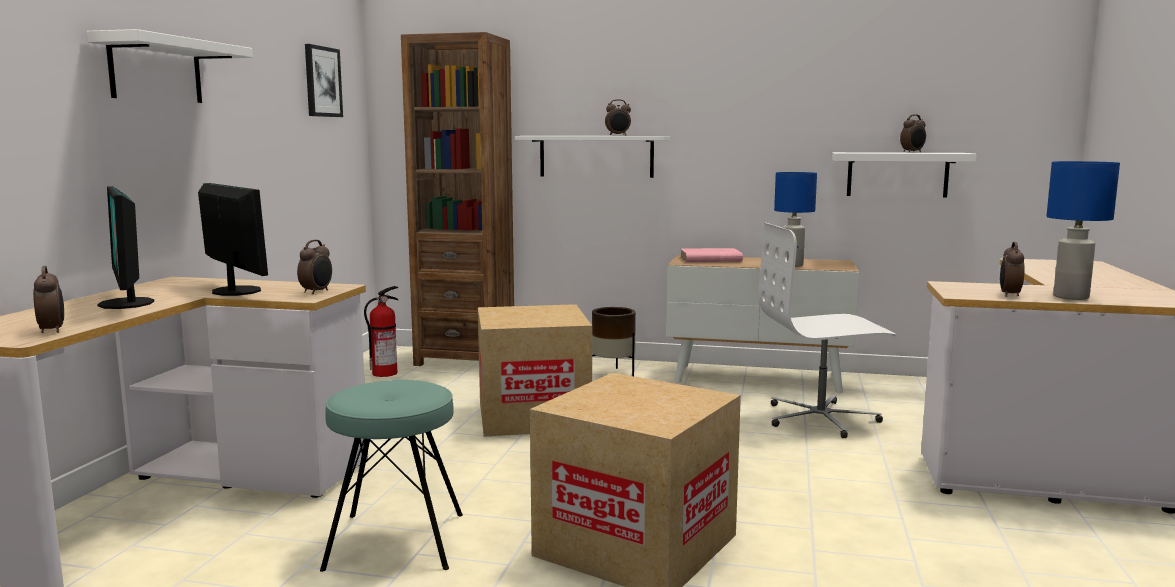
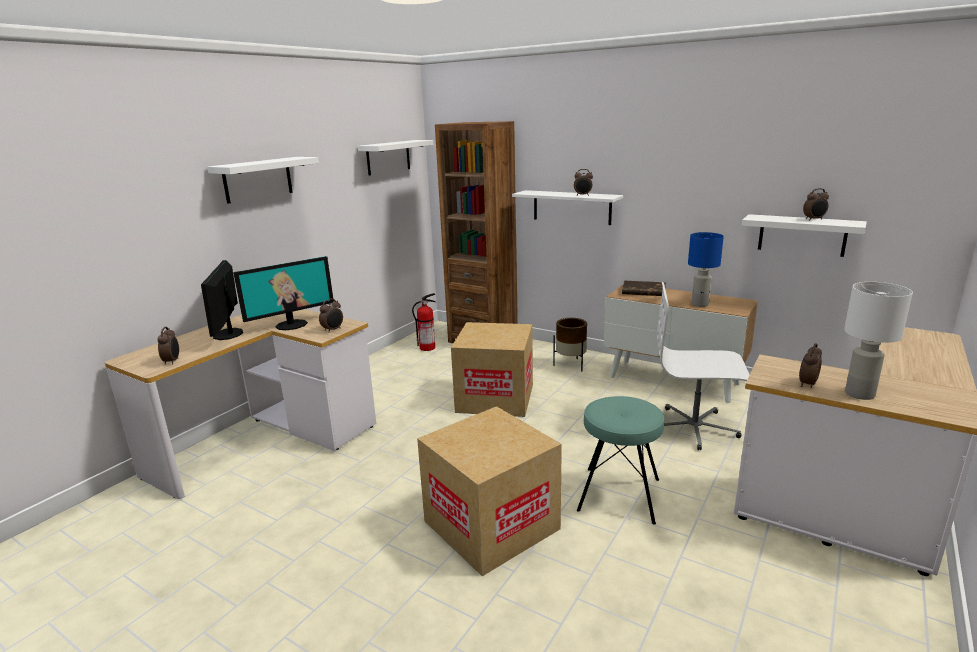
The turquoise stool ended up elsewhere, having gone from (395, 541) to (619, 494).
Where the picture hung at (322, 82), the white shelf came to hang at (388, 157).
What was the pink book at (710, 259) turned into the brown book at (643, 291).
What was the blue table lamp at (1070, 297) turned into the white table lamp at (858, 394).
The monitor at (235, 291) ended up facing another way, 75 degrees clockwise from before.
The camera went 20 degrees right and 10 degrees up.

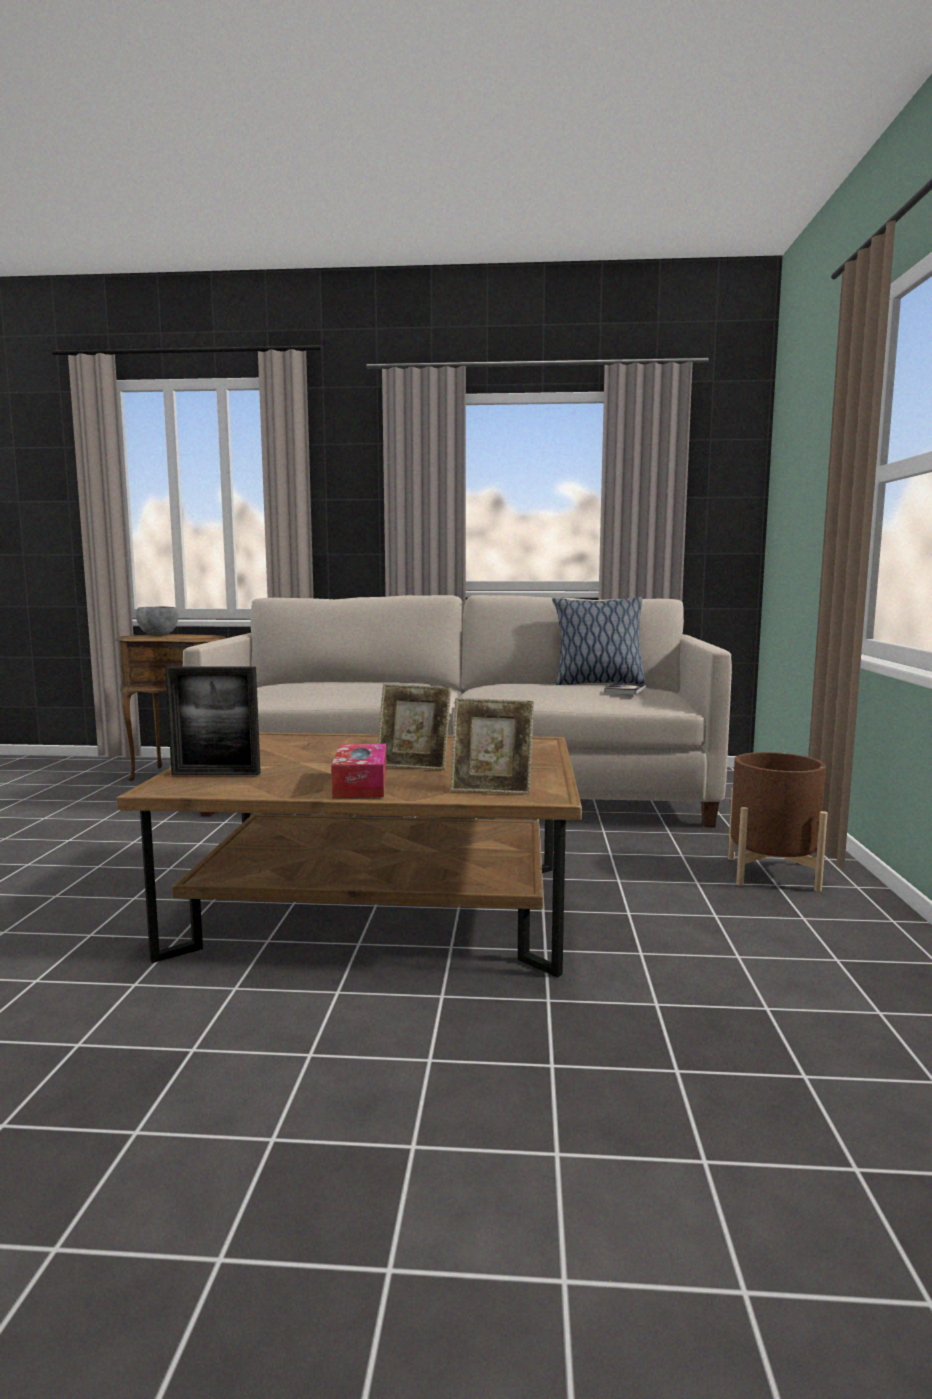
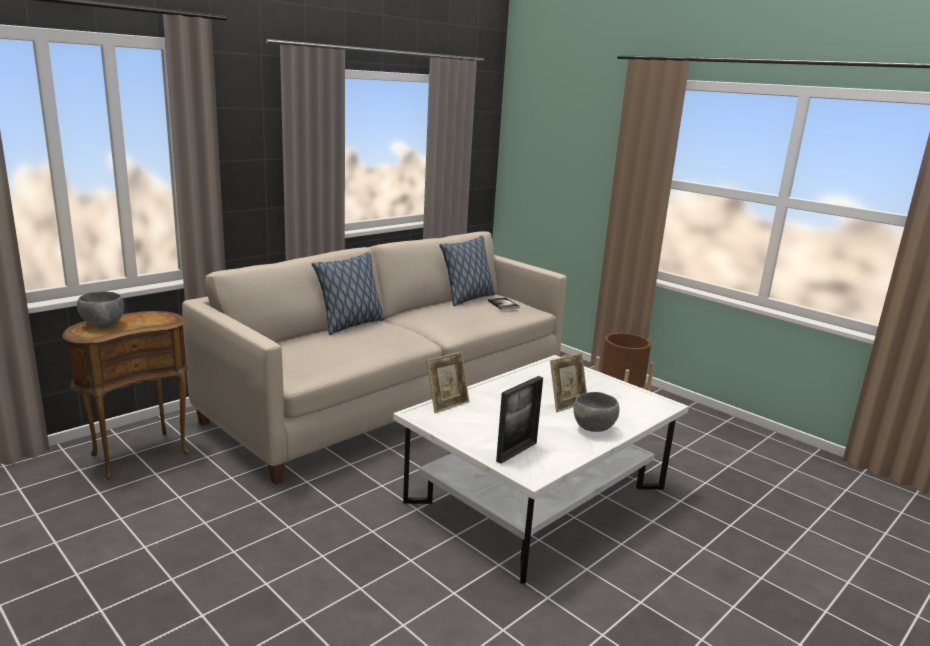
The second view gained the pillow at (350, 325).
The picture frame ended up elsewhere, having gone from (492, 789) to (447, 404).
Where the tissue box stood at (361, 784), the grey bowl came to stand at (594, 428).
What was the brown coffee table at (377, 909) turned into the white coffee table at (537, 494).
The camera went 50 degrees left and 10 degrees up.

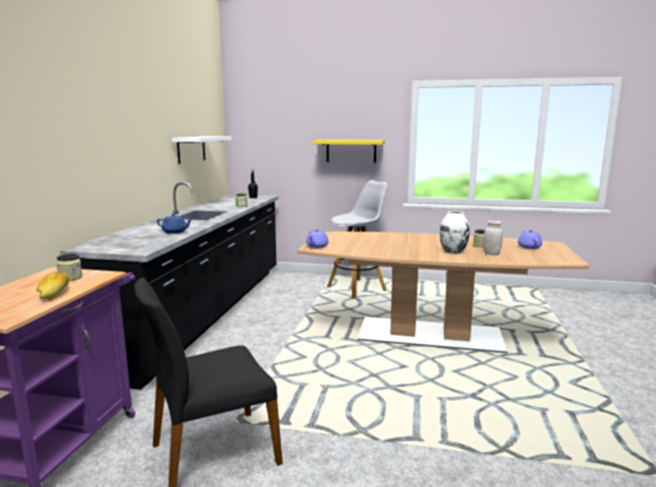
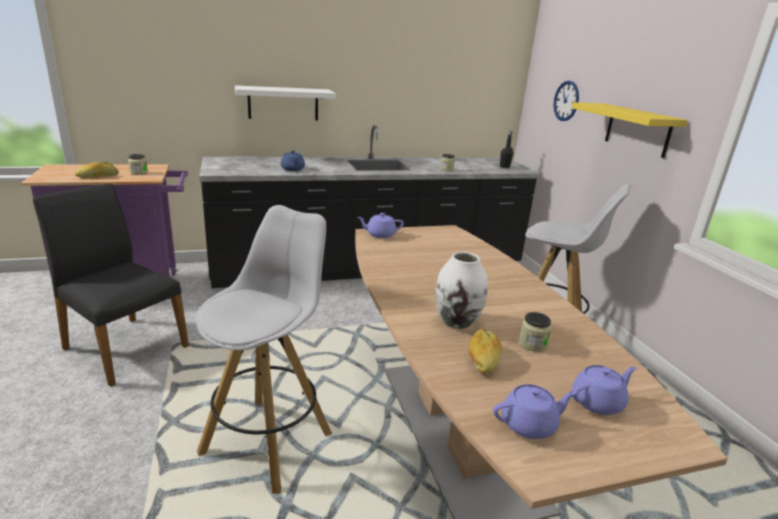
The second view gained the white stool at (268, 441).
The second view gained the purple teapot at (529, 424).
The second view gained the wall clock at (566, 101).
The white shelf ended up elsewhere, having gone from (191, 149) to (283, 103).
Where the white jar stood at (491, 254), the bread came to stand at (482, 359).
The camera went 60 degrees right and 10 degrees up.

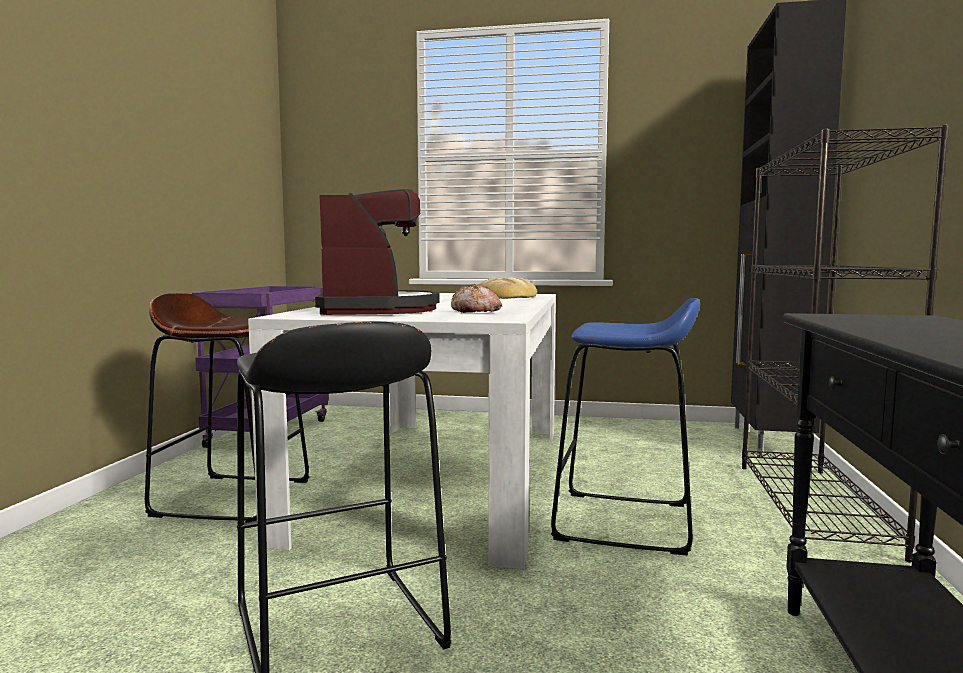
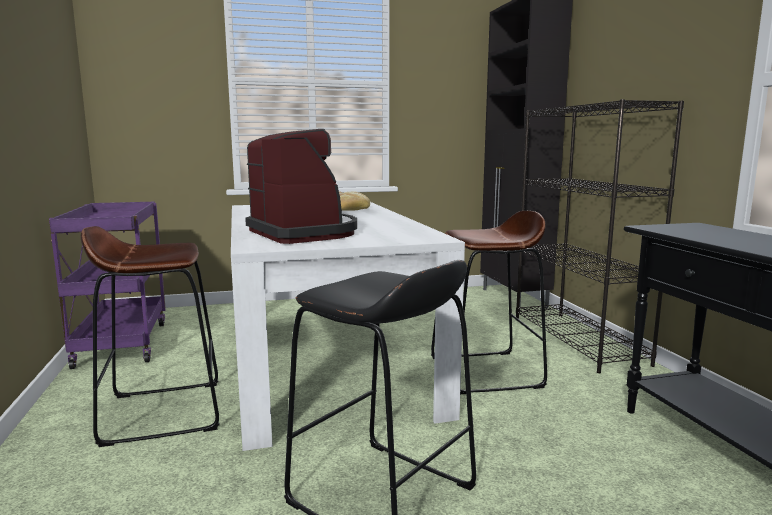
The second view lost the bread at (476, 311).
What was the blue stool at (623, 522) turned into the brown stool at (485, 372).
The camera went 25 degrees left and 5 degrees up.

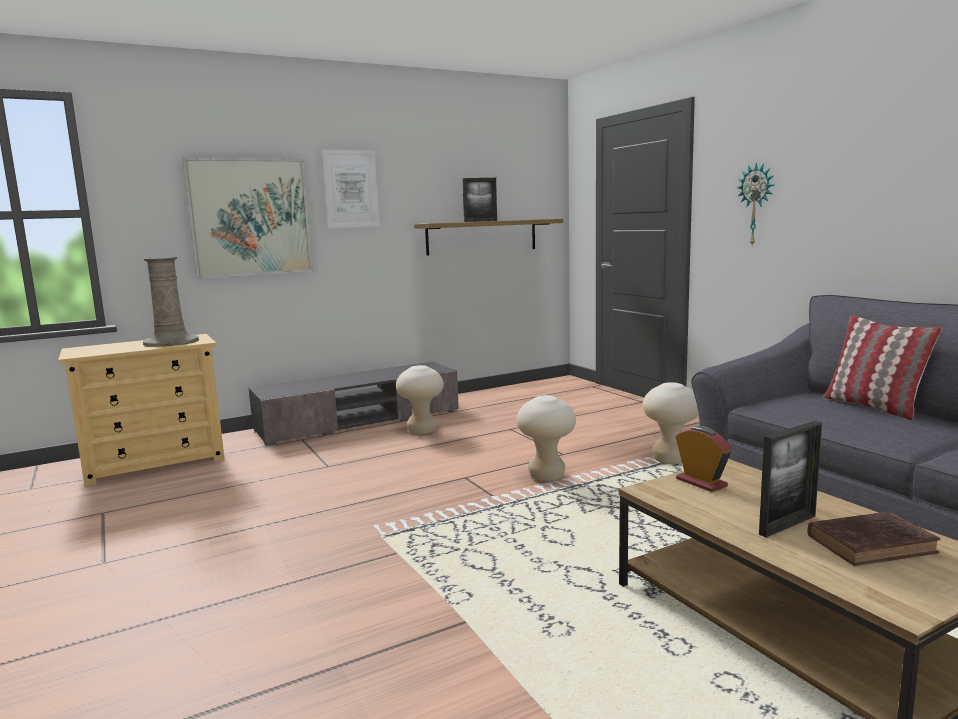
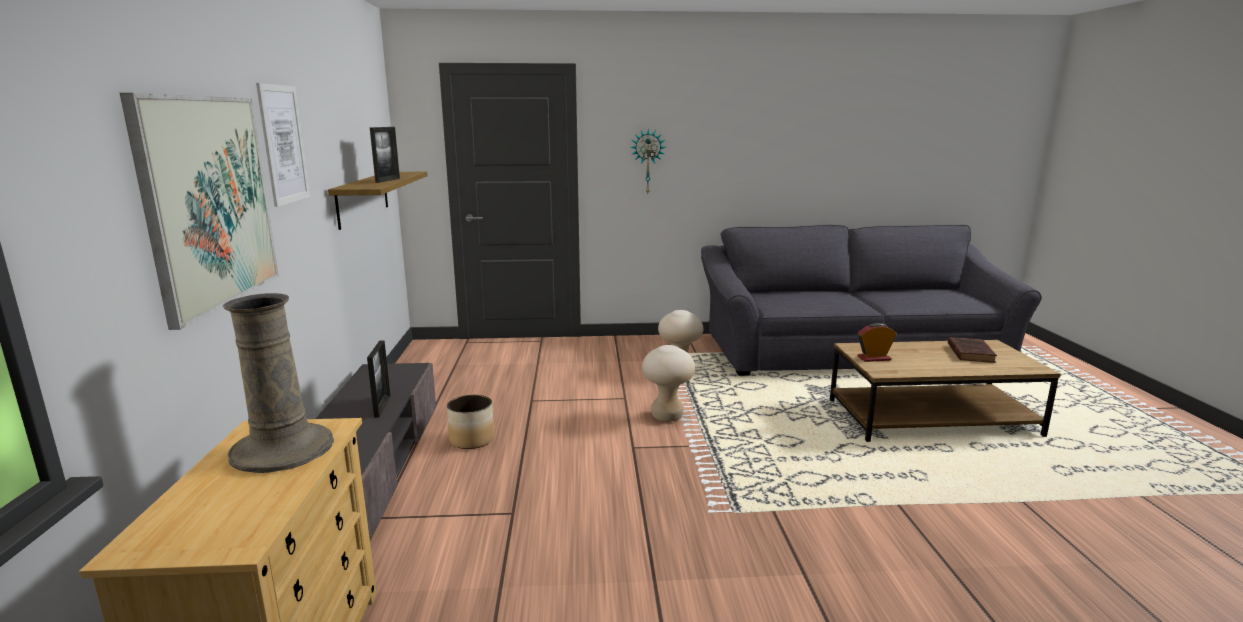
The second view lost the pillow at (873, 407).
The picture frame ended up elsewhere, having gone from (787, 525) to (382, 406).
Where the beige stool stood at (422, 431), the planter came to stand at (472, 439).
The camera went 65 degrees left and 5 degrees up.

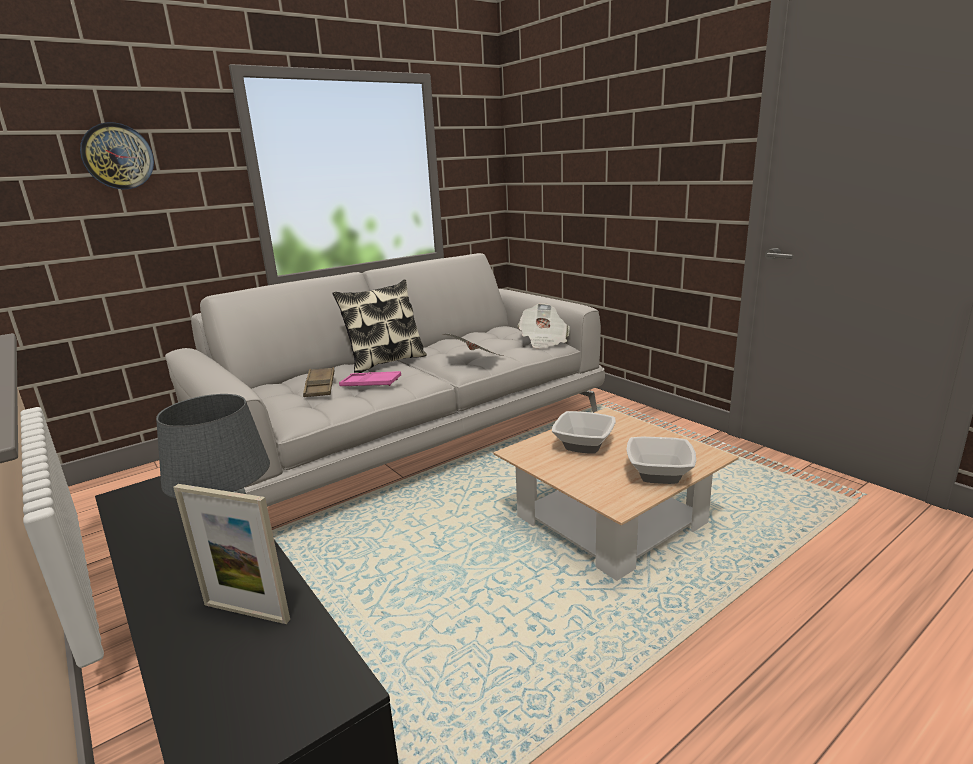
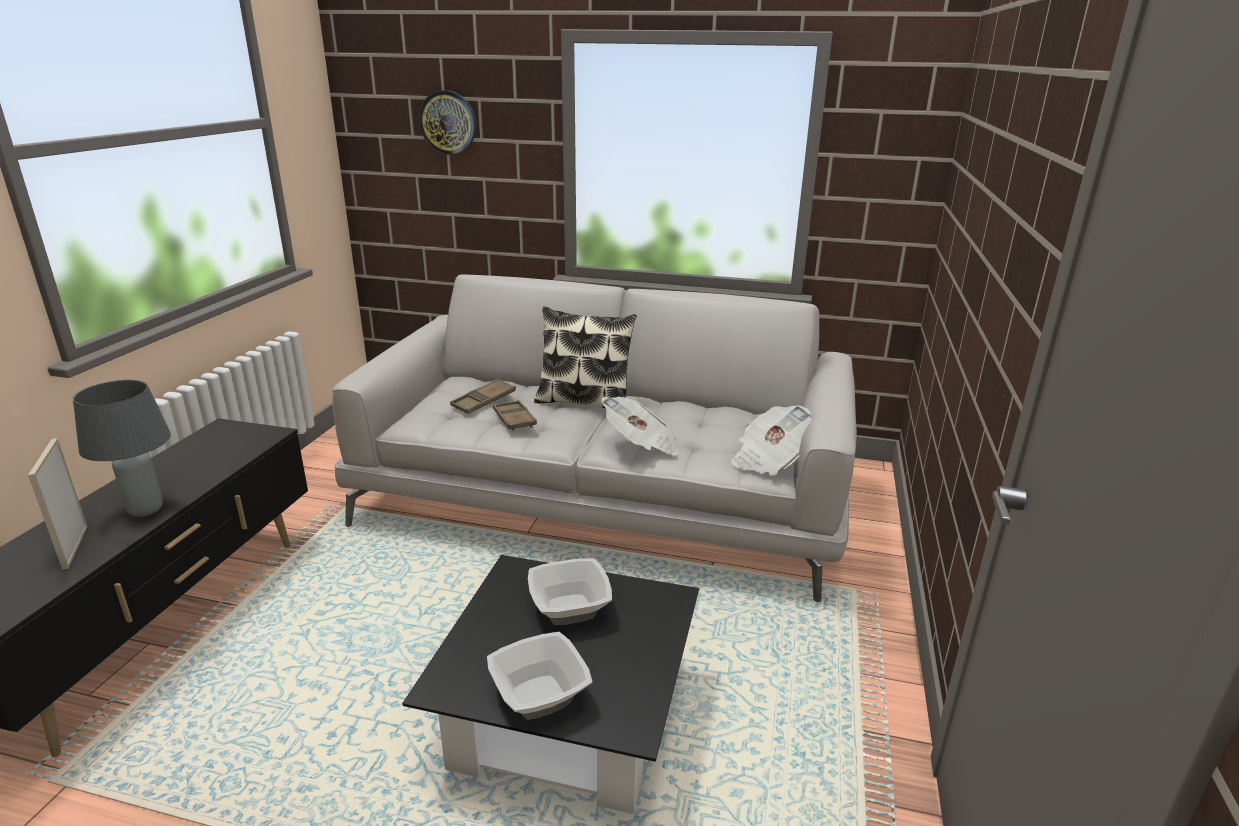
What was the pink tray at (370, 383) turned into the brown tray at (514, 419).
What was the beige coffee table at (610, 520) turned into the black coffee table at (567, 717).
The camera went 50 degrees right and 5 degrees up.

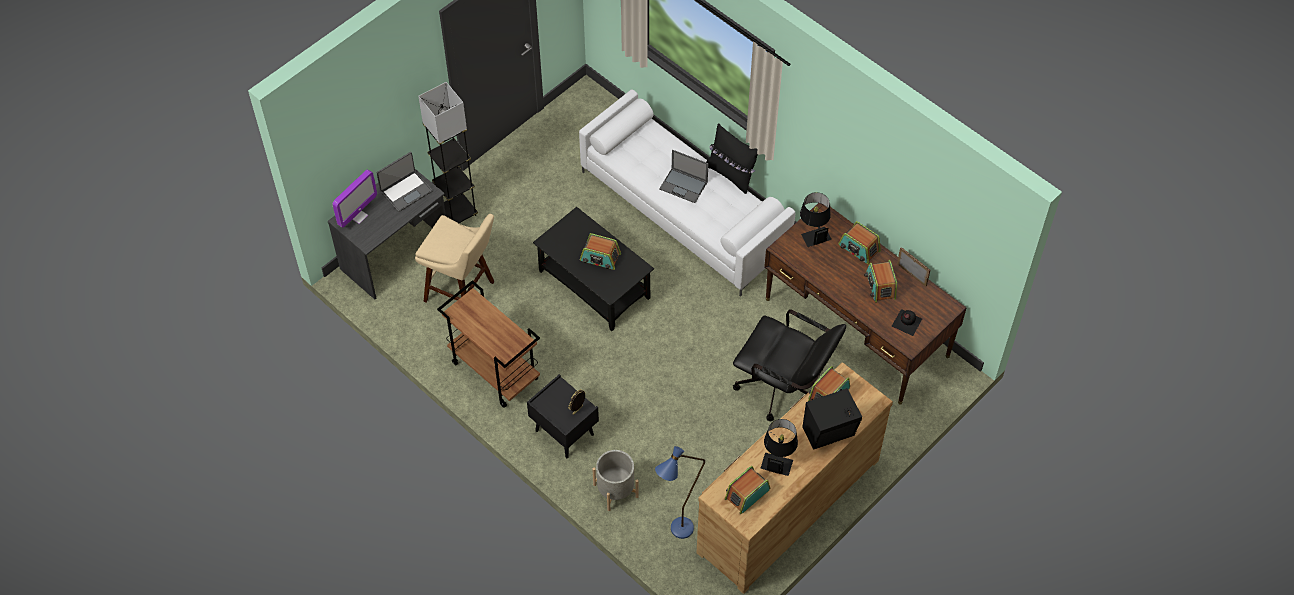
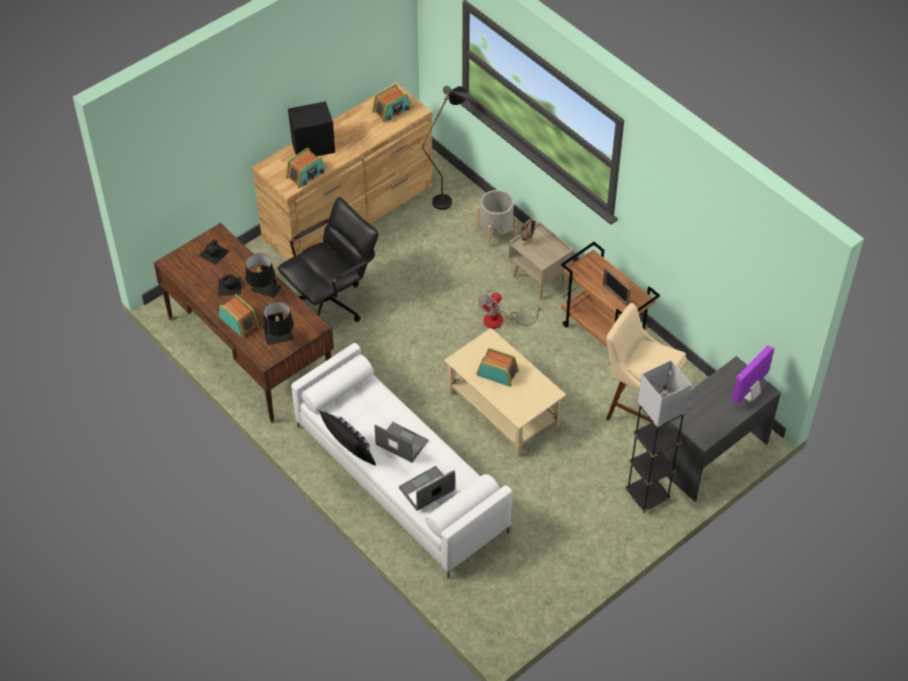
The second view gained the fan at (501, 320).
The laptop ended up elsewhere, having gone from (406, 191) to (427, 490).
The black table lamp ended up elsewhere, having gone from (778, 458) to (263, 292).
The picture frame ended up elsewhere, having gone from (912, 274) to (615, 295).
Where the radio stood at (880, 286), the black bottle came to stand at (229, 286).
What was the black nightstand at (563, 432) turned into the beige nightstand at (540, 279).
What was the black coffee table at (595, 285) turned into the beige coffee table at (502, 408).
What was the blue floor lamp at (676, 534) turned into the black floor lamp at (447, 198).
The black office chair at (784, 389) ended up facing another way, 105 degrees clockwise from before.
The camera went 175 degrees left and 5 degrees down.

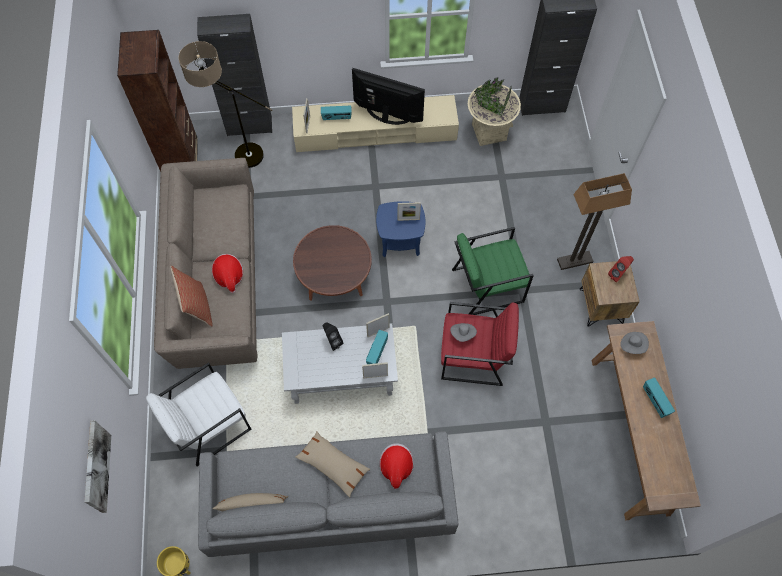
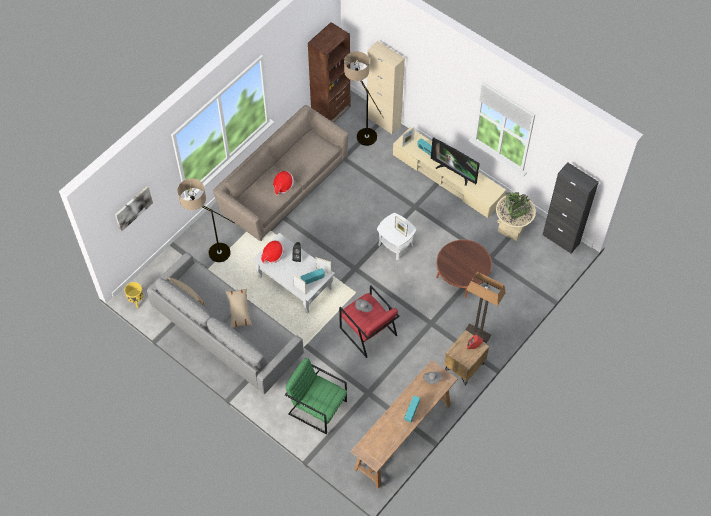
The second view lost the pillow at (197, 306).
The brown coffee table ended up elsewhere, having gone from (334, 275) to (462, 275).
The hat ended up elsewhere, having gone from (396, 467) to (273, 255).
The green armchair ended up elsewhere, having gone from (487, 285) to (317, 407).
Where the white armchair stood at (209, 424), the floor lamp came to stand at (210, 251).
What was the black cabinet at (249, 126) turned into the beige cabinet at (383, 121).
What was the blue side table at (400, 241) turned into the white side table at (395, 245).
The television at (387, 117) ended up facing another way, 150 degrees clockwise from before.
The camera went 45 degrees right and 5 degrees down.

